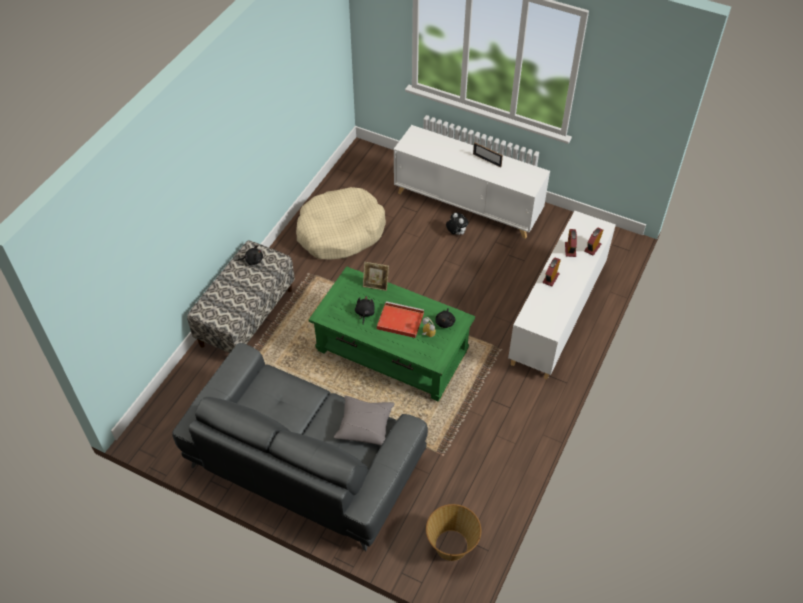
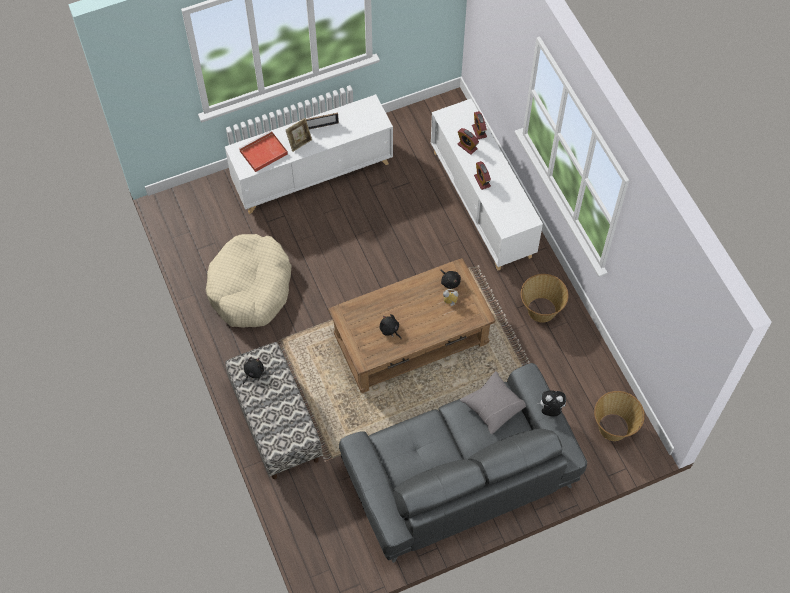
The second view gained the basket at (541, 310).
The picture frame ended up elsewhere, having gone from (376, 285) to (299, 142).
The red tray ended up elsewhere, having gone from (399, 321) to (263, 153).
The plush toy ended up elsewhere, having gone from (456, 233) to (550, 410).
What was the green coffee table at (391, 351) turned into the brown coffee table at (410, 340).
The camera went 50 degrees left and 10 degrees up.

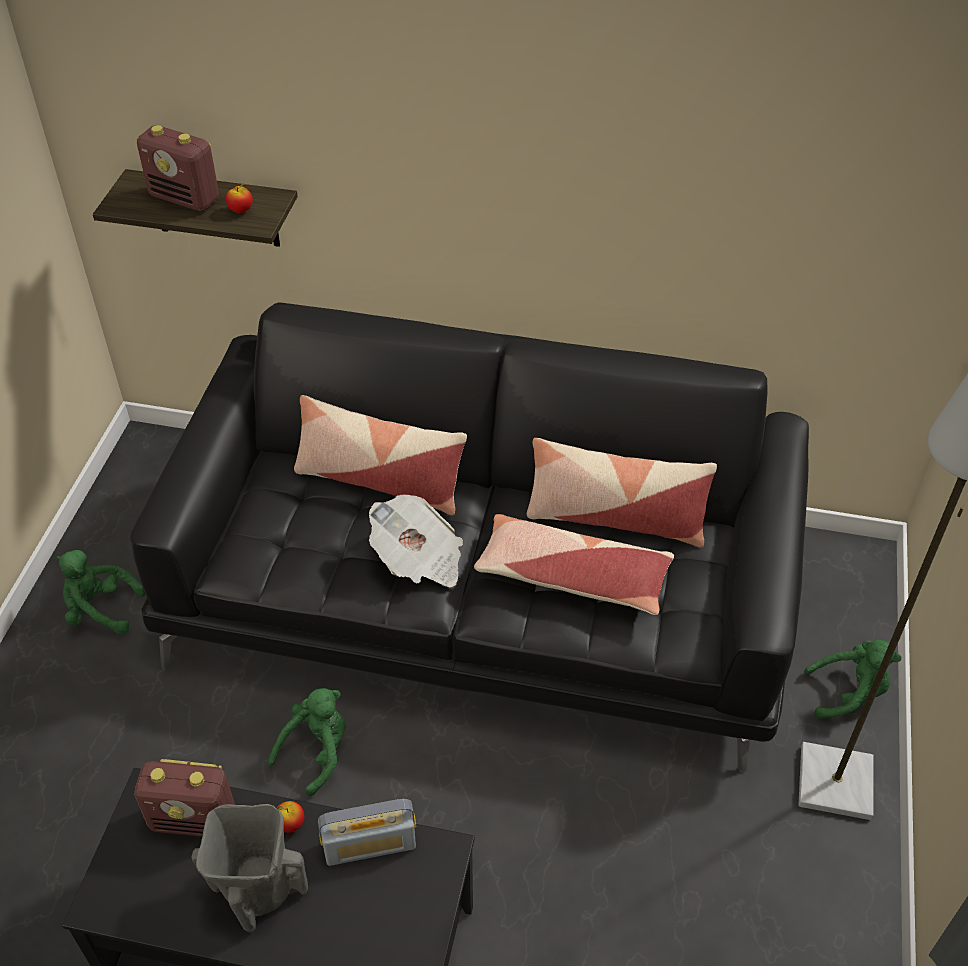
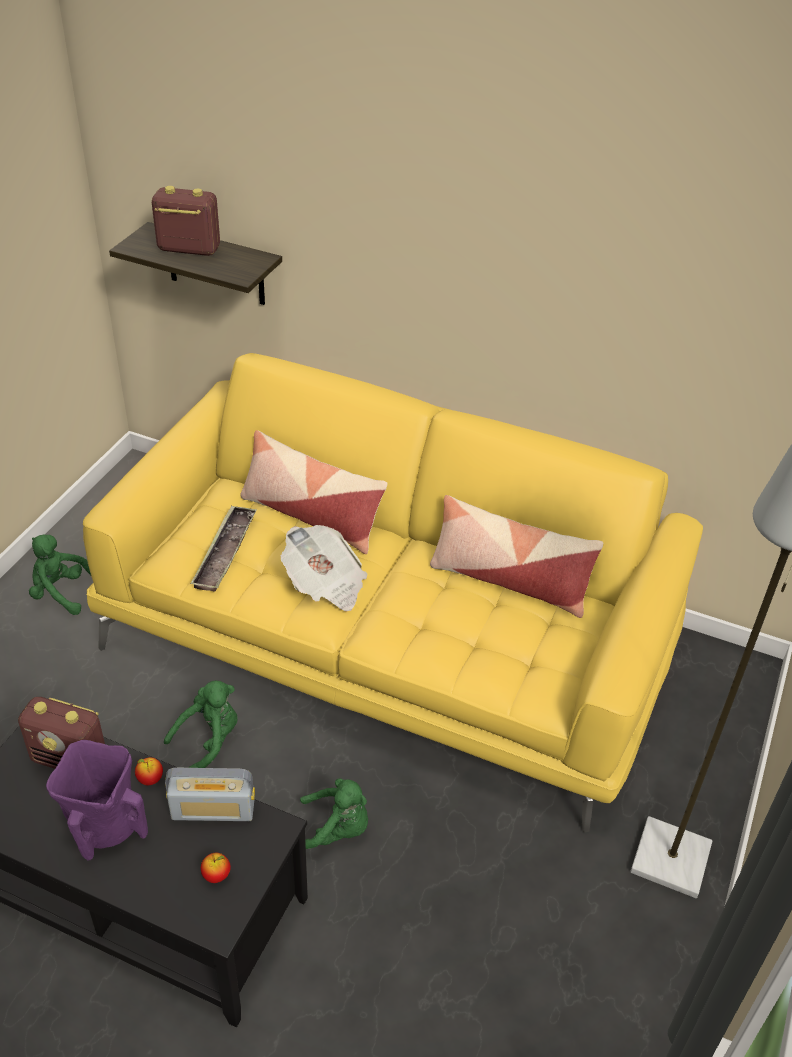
The second view lost the pillow at (572, 576).
The second view gained the tray at (225, 552).
The apple ended up elsewhere, having gone from (241, 210) to (216, 875).
The green plush toy ended up elsewhere, having gone from (848, 693) to (335, 830).
What was the black sofa at (483, 596) turned into the yellow sofa at (390, 640).
What was the grey vase at (256, 888) turned into the purple vase at (105, 826).
The radio at (185, 198) ended up facing another way, 150 degrees clockwise from before.
The camera went 10 degrees right and 5 degrees down.

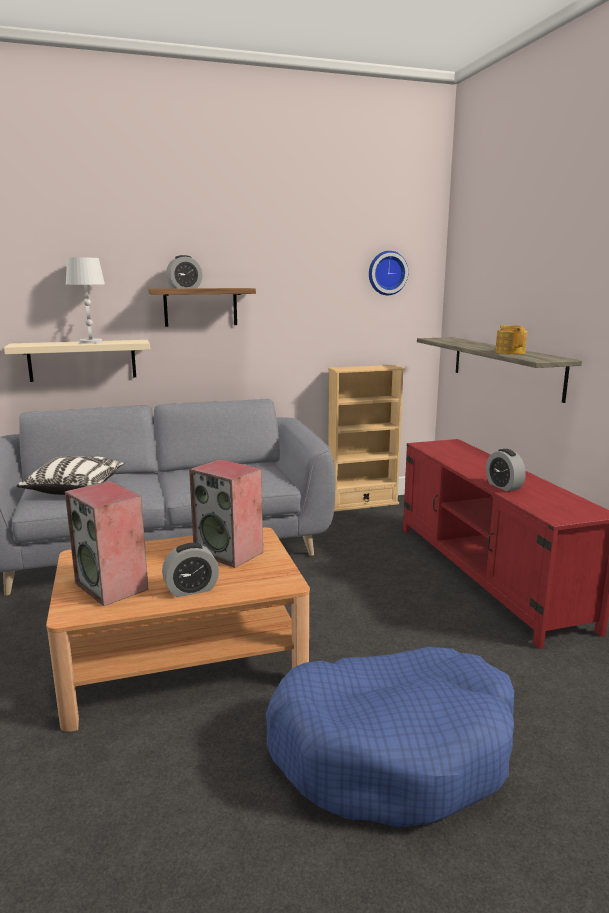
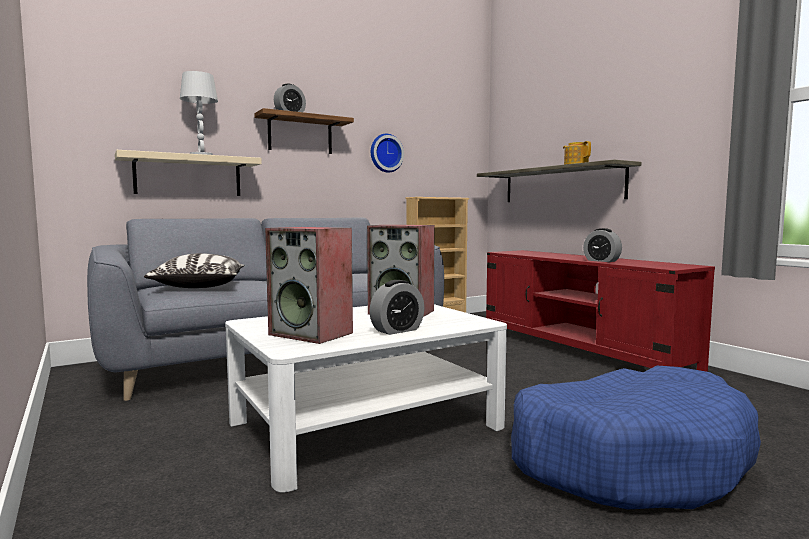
The wall clock ended up elsewhere, having gone from (387, 273) to (385, 153).
What was the brown coffee table at (183, 659) turned into the white coffee table at (365, 424).
The camera went 15 degrees left and 10 degrees down.

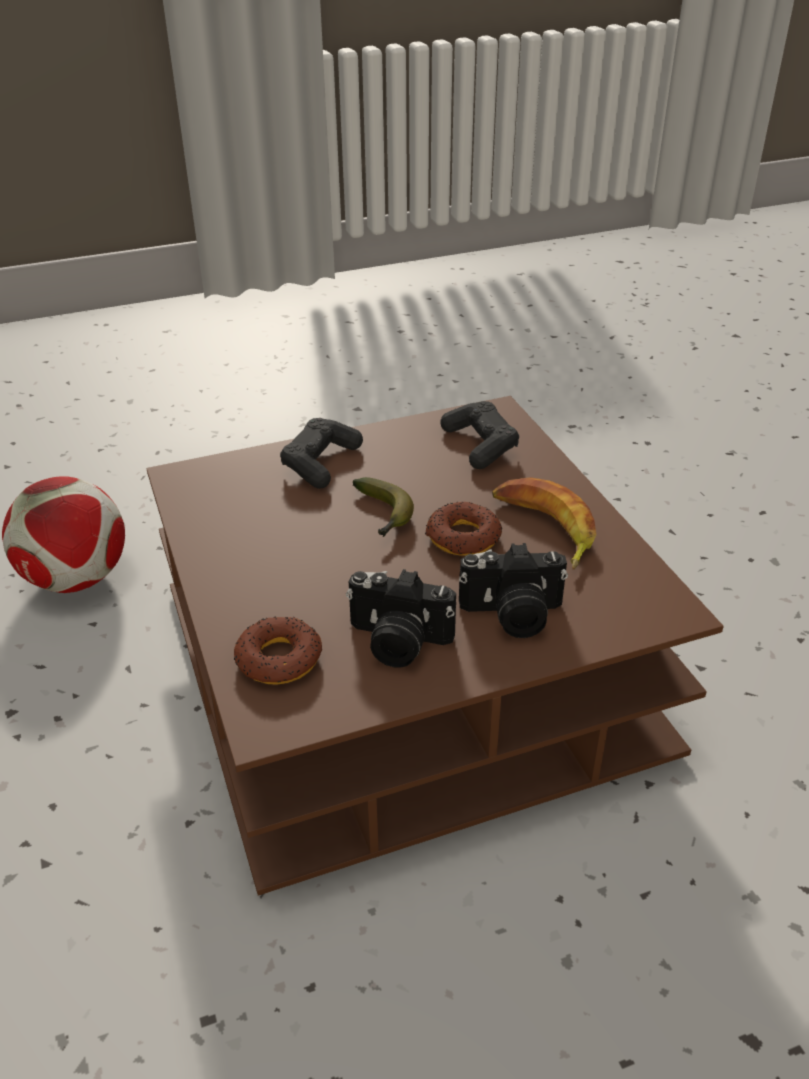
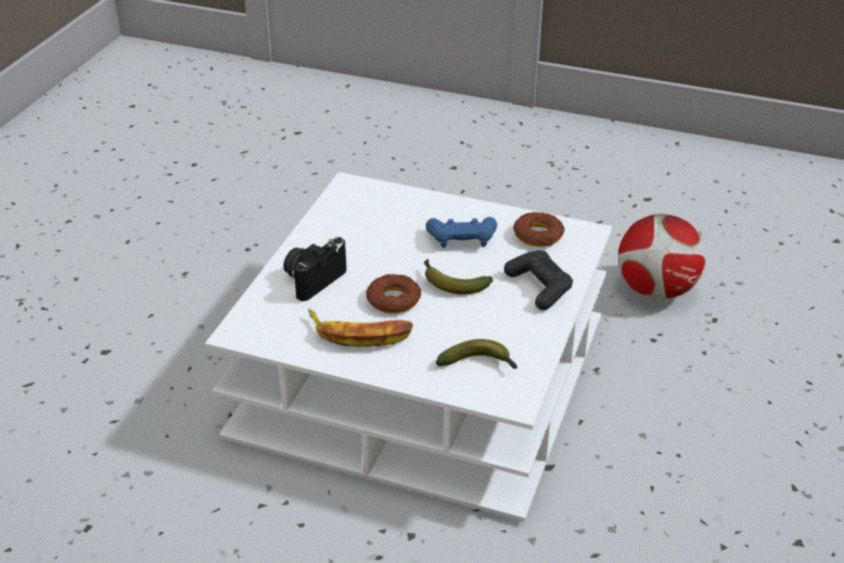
The second view lost the photo camera at (397, 642).
The second view gained the blue game controller at (462, 239).
The donut ended up elsewhere, having gone from (279, 658) to (538, 235).
Where the black game controller stood at (480, 445), the banana came to stand at (479, 364).
What was the brown coffee table at (405, 668) turned into the white coffee table at (422, 377).
The camera went 130 degrees right and 0 degrees up.

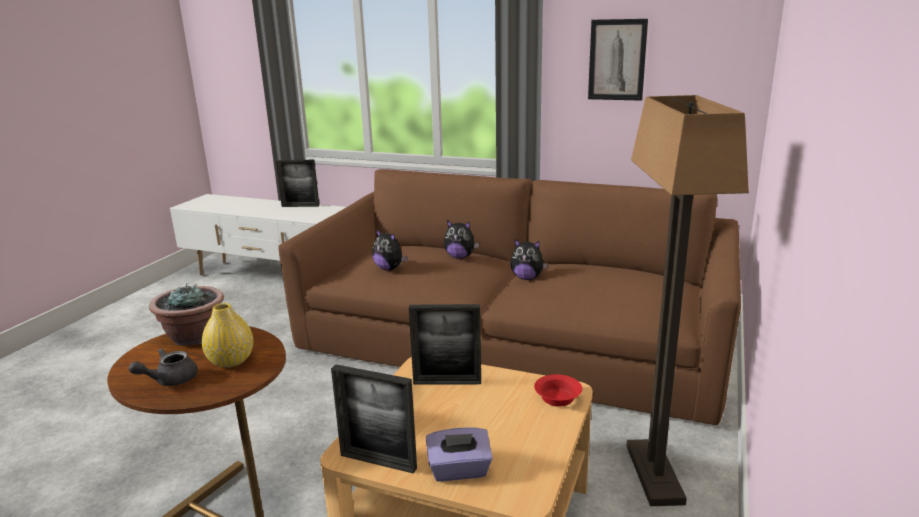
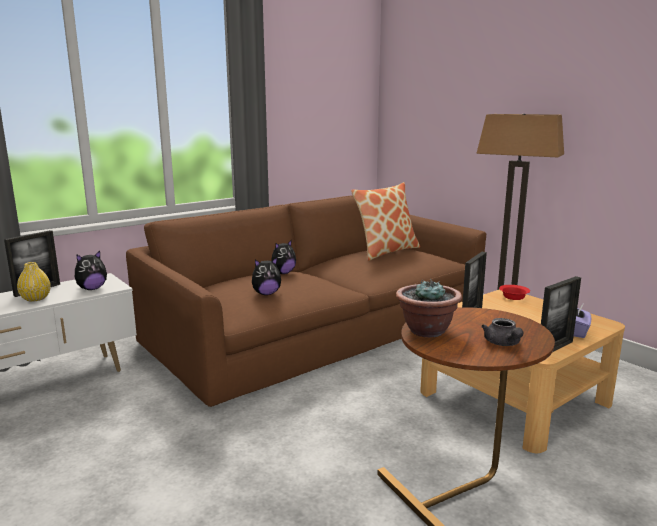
The second view lost the picture at (617, 60).
The second view gained the pillow at (386, 251).
The yellow vase ended up elsewhere, having gone from (231, 361) to (35, 299).
The plush toy ended up elsewhere, having gone from (527, 278) to (92, 289).
The camera went 60 degrees left and 5 degrees down.

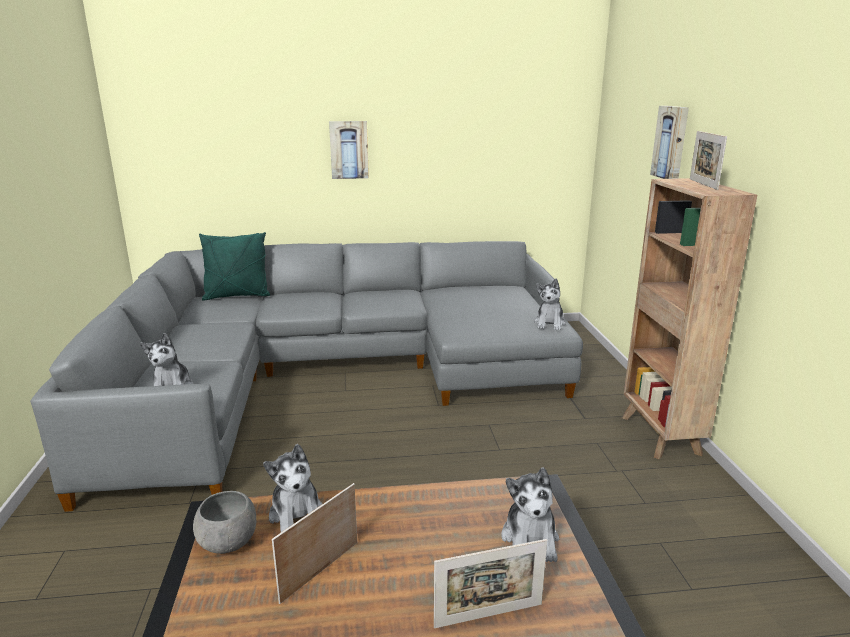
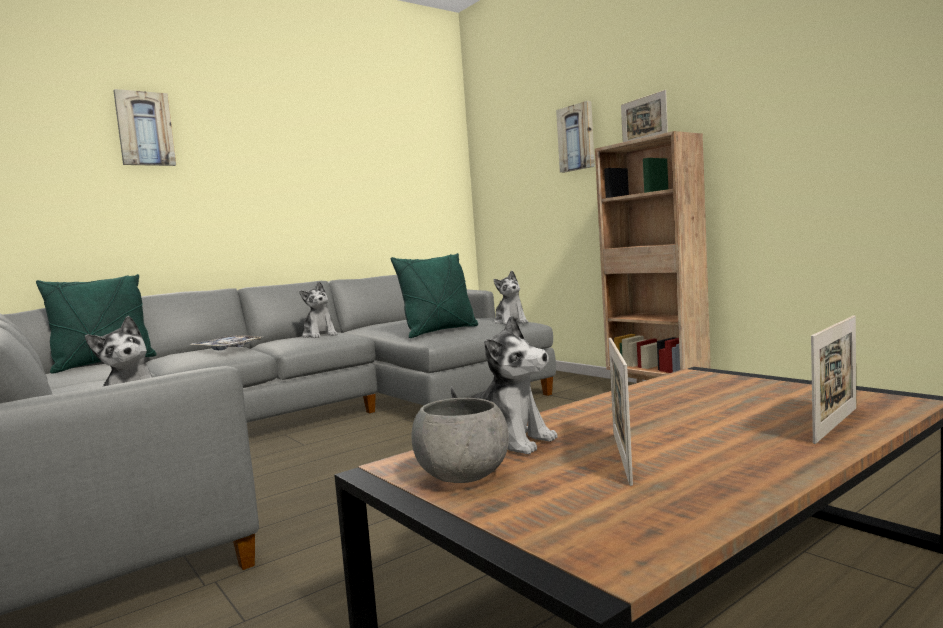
The second view gained the tray at (228, 348).
The second view gained the green pillow at (439, 331).
The picture ended up elsewhere, having gone from (349, 149) to (144, 129).
The plush toy ended up elsewhere, having gone from (530, 539) to (320, 335).
The camera went 30 degrees left and 15 degrees down.

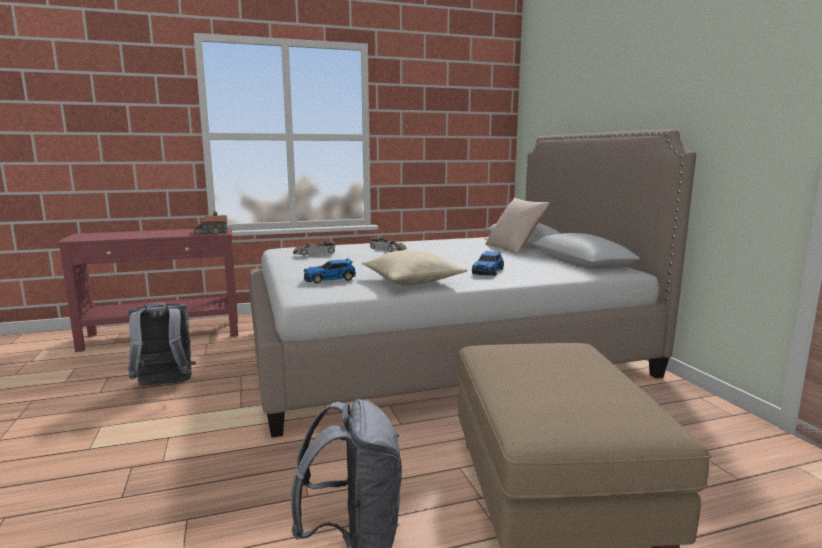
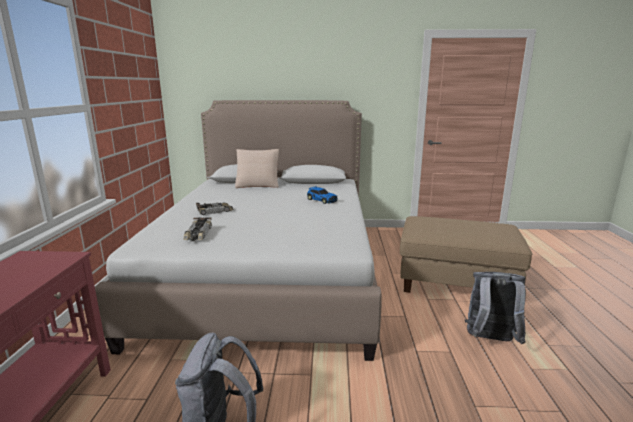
The second view lost the toy house at (211, 232).
The second view lost the toy car at (330, 279).
The second view lost the beige pillow at (412, 281).
The camera went 70 degrees left and 5 degrees up.

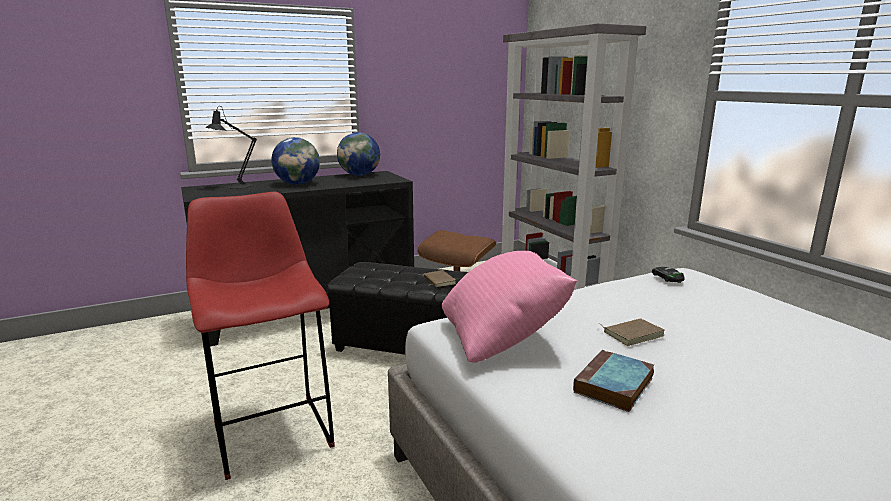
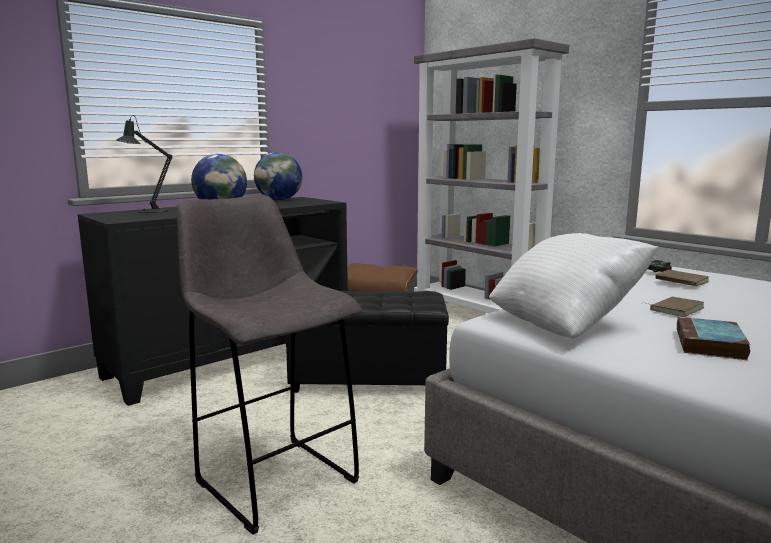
The brown book ended up elsewhere, having gone from (438, 281) to (680, 281).
What was the red stool at (272, 432) turned into the grey stool at (274, 479).
What was the pink pillow at (502, 338) turned into the white pillow at (565, 322).
The camera went 15 degrees left and 5 degrees down.

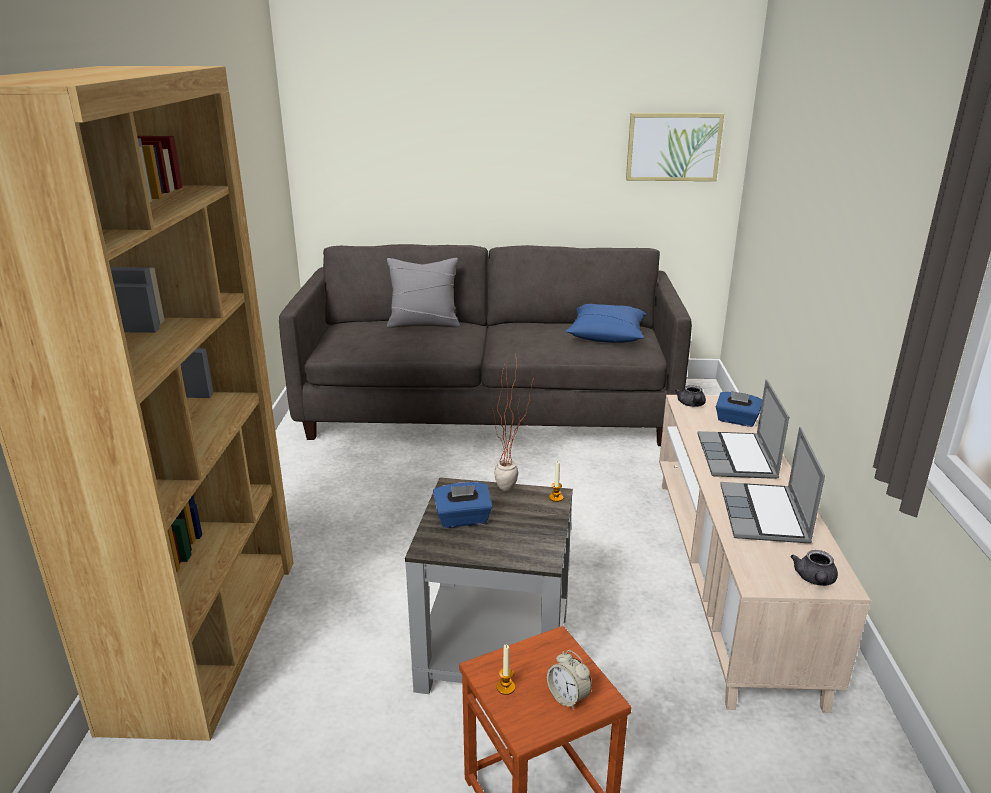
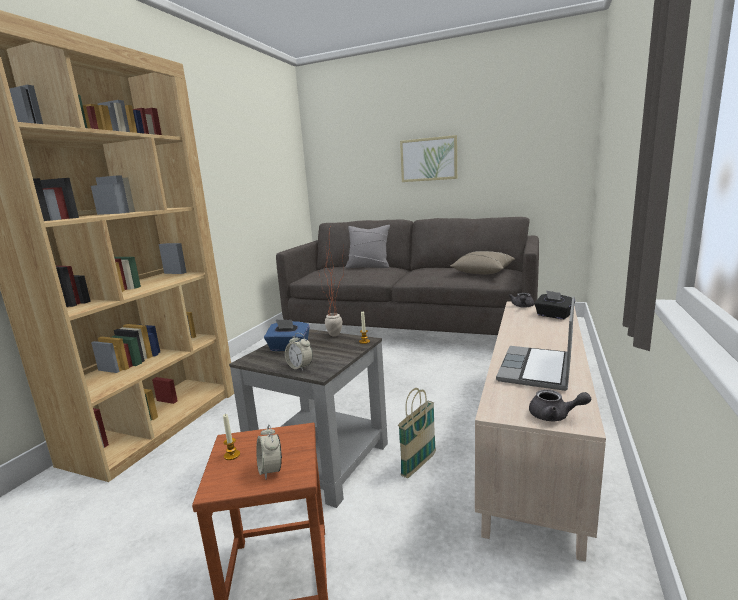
The second view lost the laptop at (738, 458).
The second view gained the alarm clock at (300, 367).
The second view gained the basket at (419, 465).
The picture ended up elsewhere, having gone from (673, 147) to (428, 159).
What was the blue pillow at (607, 335) turned into the beige pillow at (483, 272).
What was the blue tissue box at (736, 420) turned into the black tissue box at (553, 315).
The grey teapot at (814, 580) ended up facing another way, 105 degrees counterclockwise from before.
The camera went 20 degrees right and 10 degrees down.

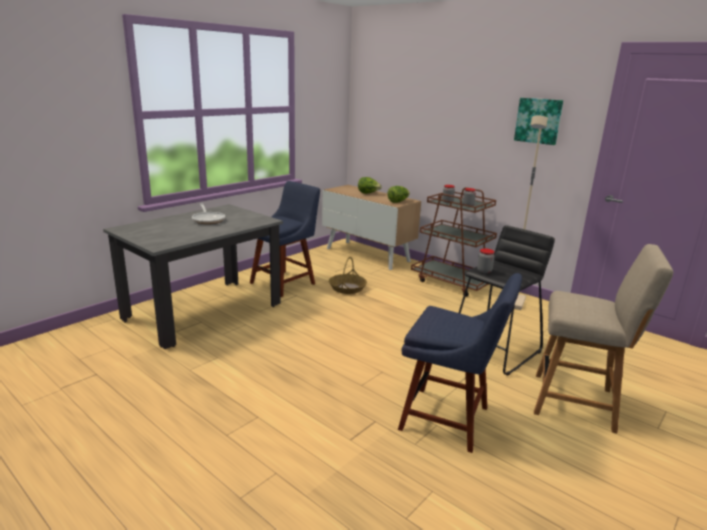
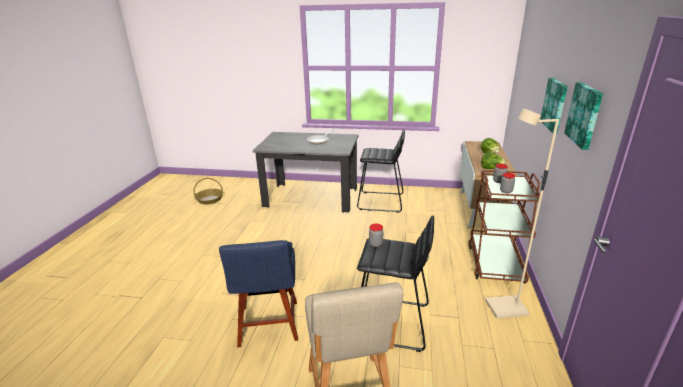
The second view gained the picture at (555, 104).
The basket ended up elsewhere, having gone from (347, 288) to (210, 199).
Where the blue chair stood at (285, 282), the black stool came to stand at (381, 202).
The camera went 60 degrees right and 5 degrees up.

